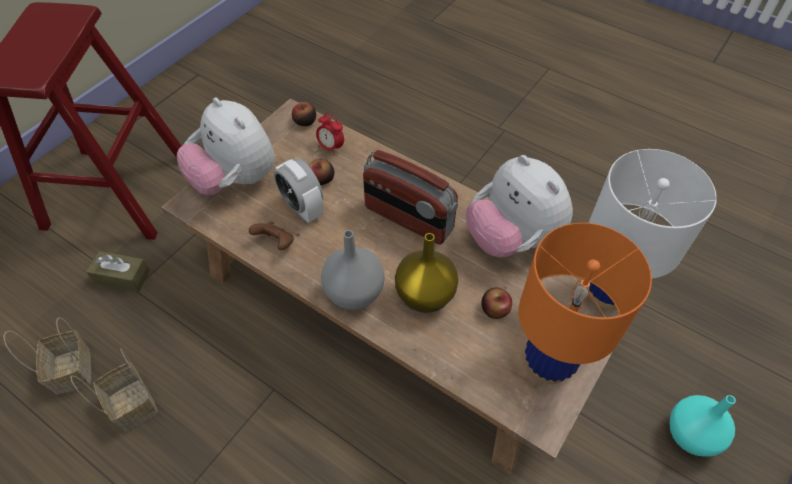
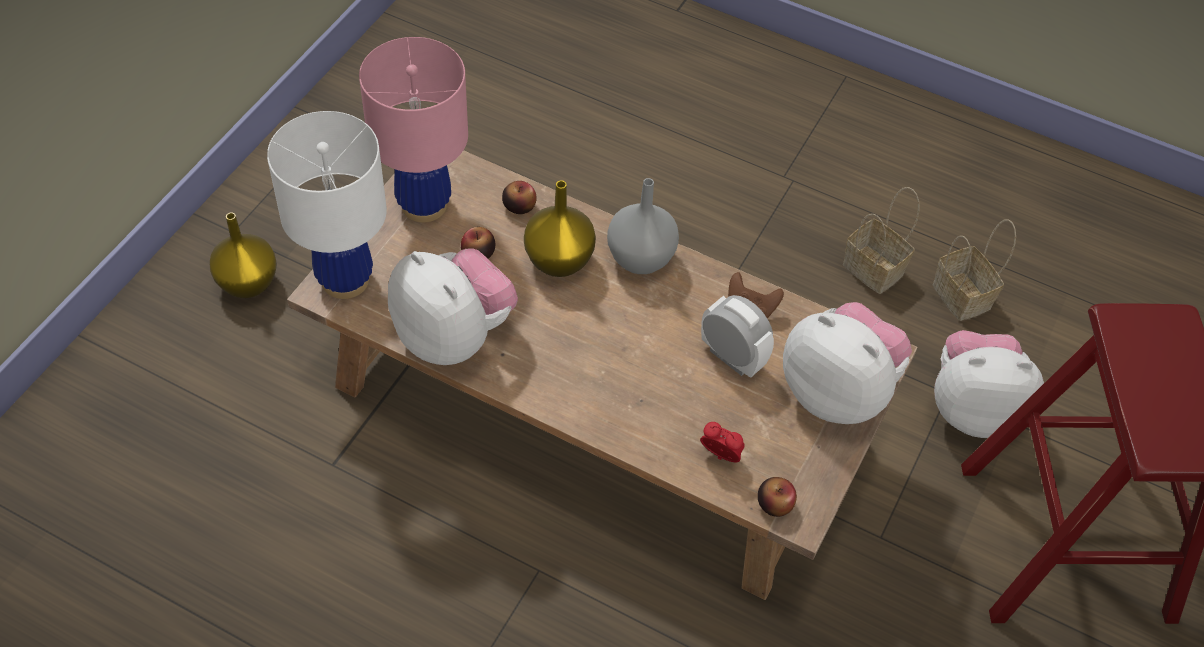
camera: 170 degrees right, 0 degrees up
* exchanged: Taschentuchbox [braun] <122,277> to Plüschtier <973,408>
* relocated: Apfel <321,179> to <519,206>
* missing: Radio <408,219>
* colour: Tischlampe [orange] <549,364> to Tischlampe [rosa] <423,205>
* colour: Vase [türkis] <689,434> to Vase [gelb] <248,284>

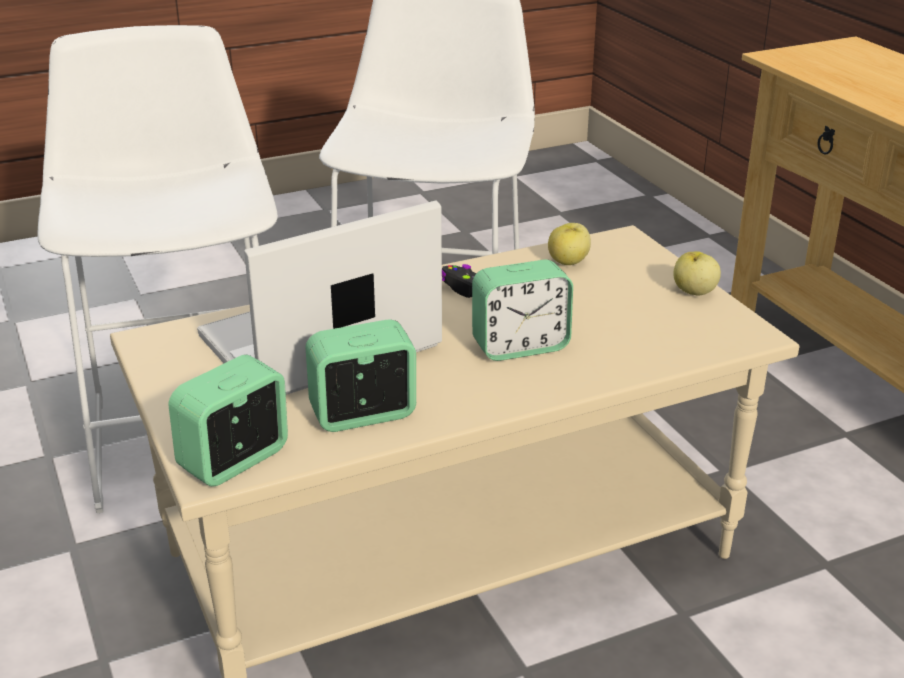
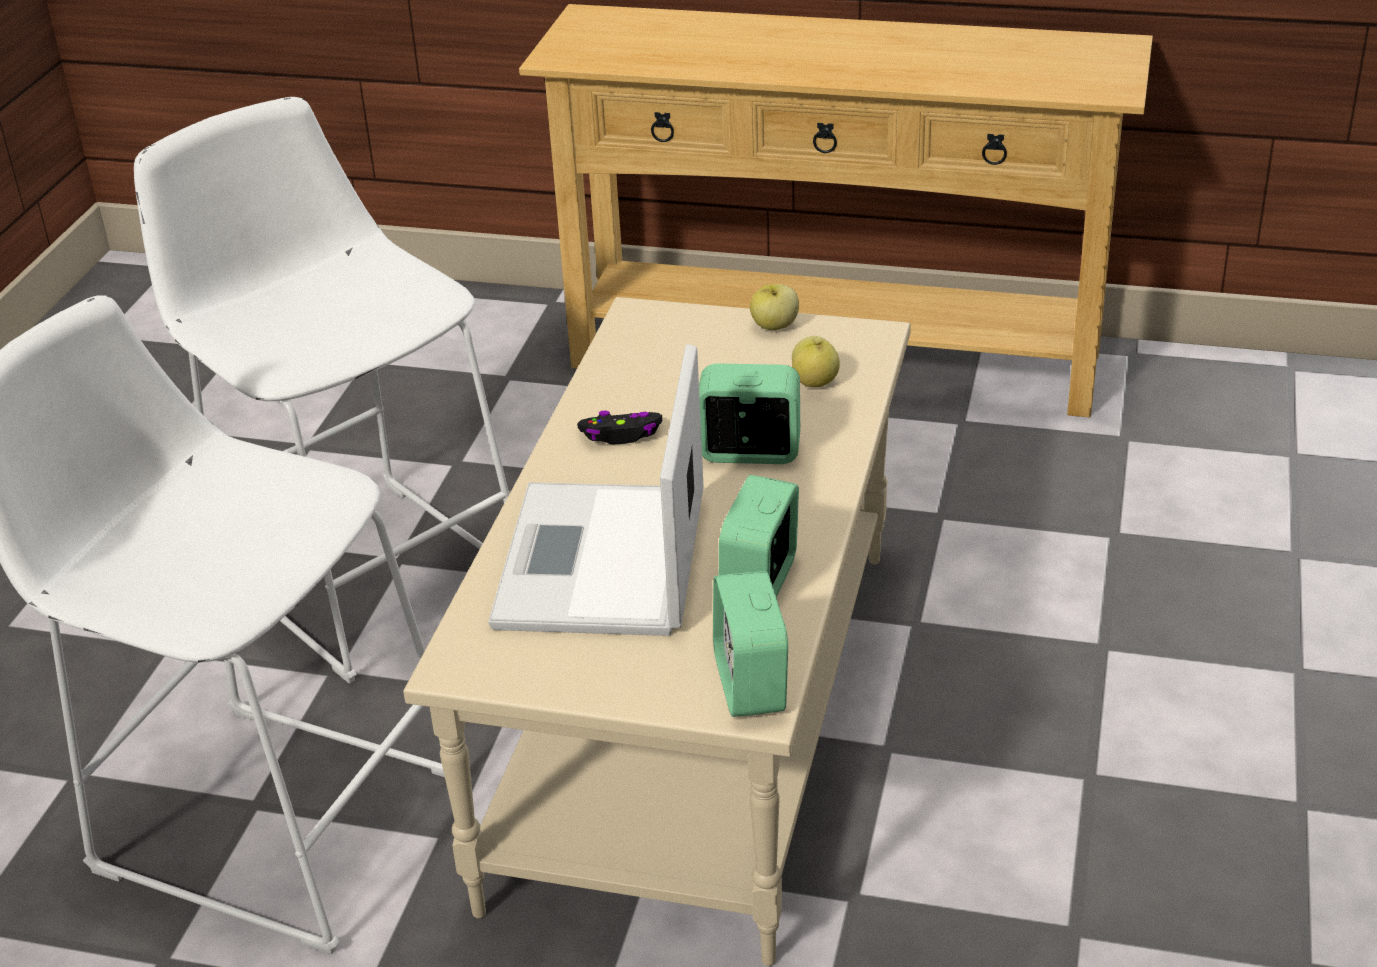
camera: 50 degrees left, 5 degrees up
* spun: Wecker <520,346> = <750,452> 105 degrees counterclockwise
* relocated: Apfel <569,262> to <815,382>

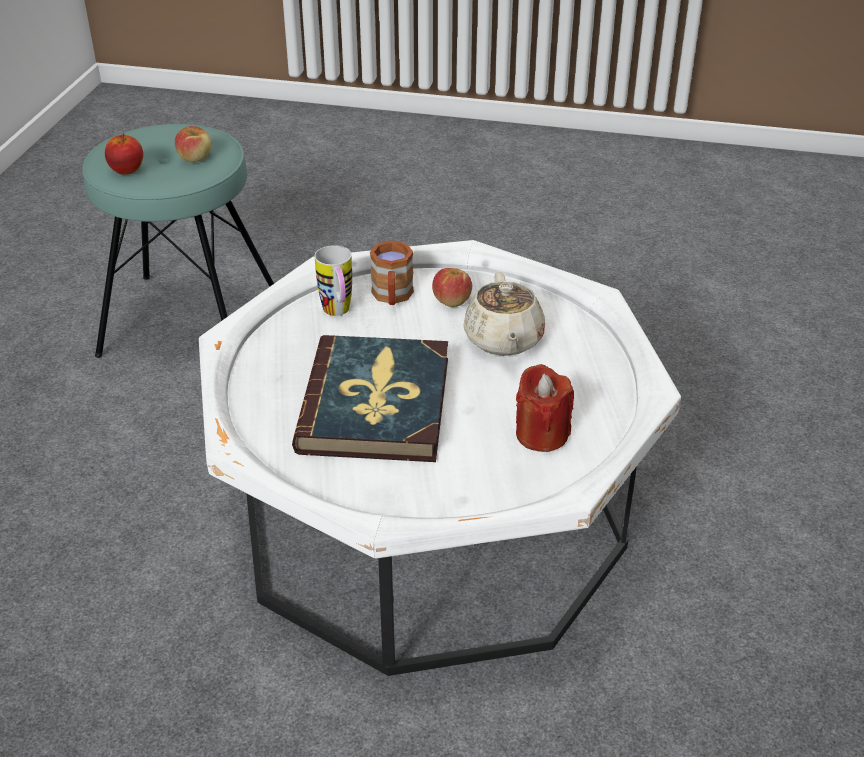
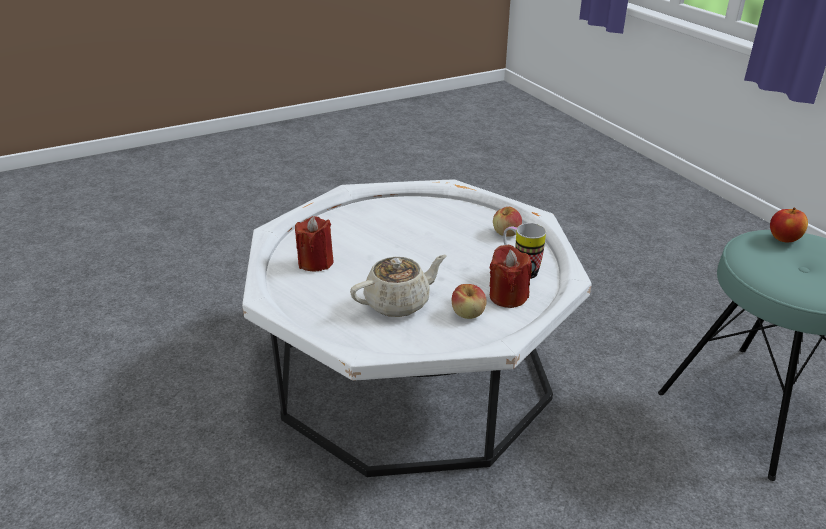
camera: 140 degrees right, 5 degrees down
* relocated: Apfel <195,158> to <506,233>
* missing: Buch <376,404>
* exchanged: Henkelbecher [braun] <392,297> to Kerze [rot] <508,296>
* spun: Teekanne [beige] <503,340> = <398,303> 105 degrees clockwise

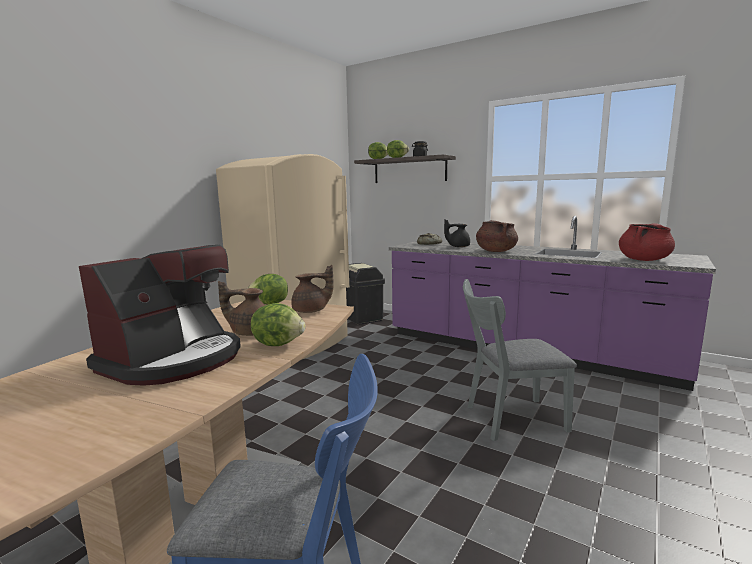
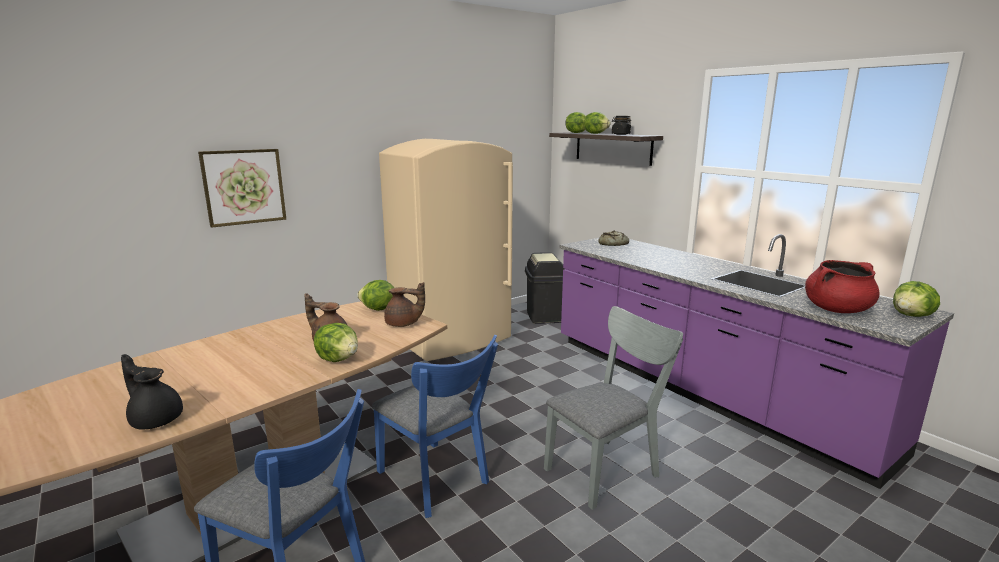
camera: 20 degrees right, 5 degrees up
* missing: Kaffeemaschine <174,360>
* relocated: Teekanne [schwarz] <458,246> to <156,419>
* spun: Stuhl [grau] <508,419> = <607,469> 135 degrees clockwise
* missing: Kochtopf [braun] <496,251>
* appeared: Bild <244,187>
* appeared: Stuhl [blau] <437,481>
* appeared: Salatkopf <912,316>

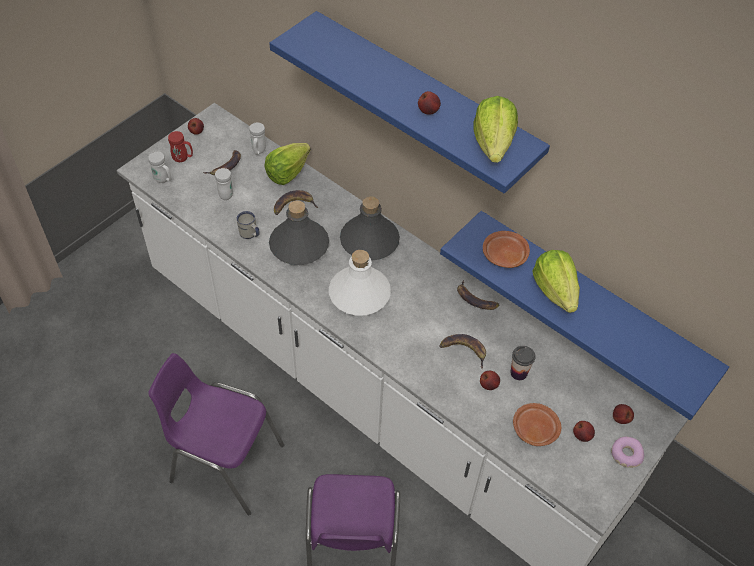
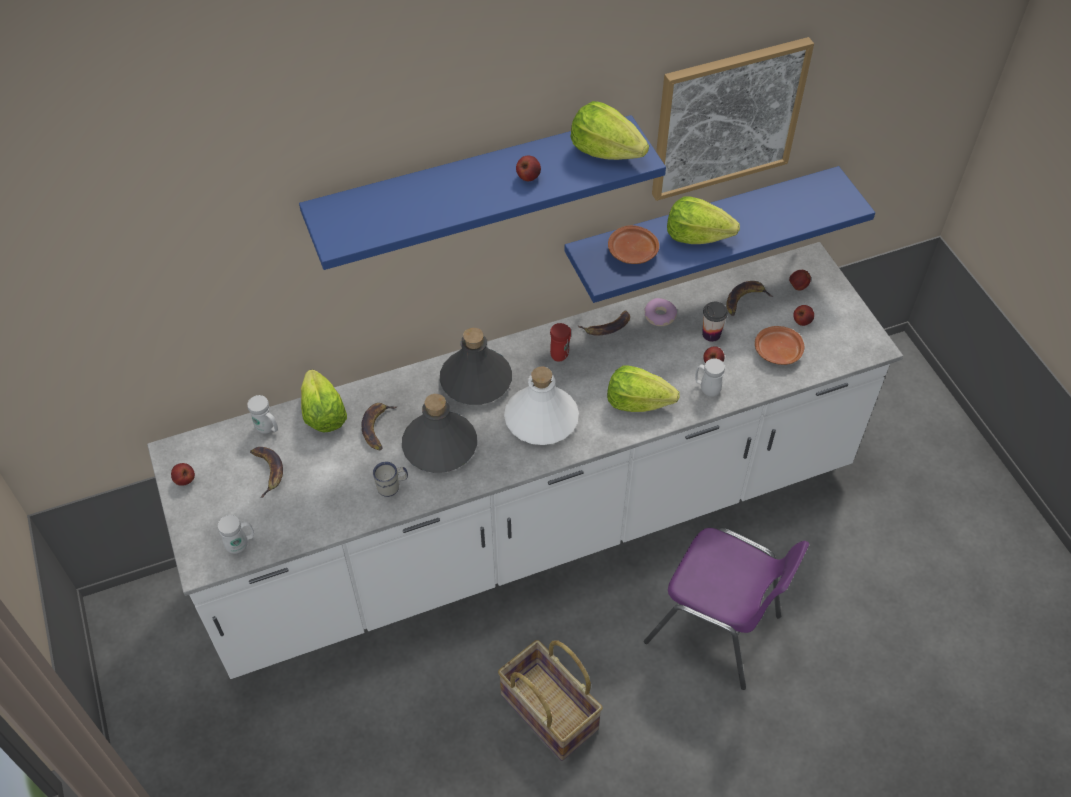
camera: 60 degrees left, 0 degrees up
* exchanged: Stuhl [lila] <224,462> to Korb <547,712>
* relocated: Henkelbecher [rot] <183,158> to <561,353>
* relocated: Henkelbecher [weiß] <226,193> to <706,389>
* relocated: Banane <464,350> to <745,300>
* relocated: Donut <625,454> to <659,316>
* appeared: Salatkopf <637,402>
* appeared: Bild <727,118>

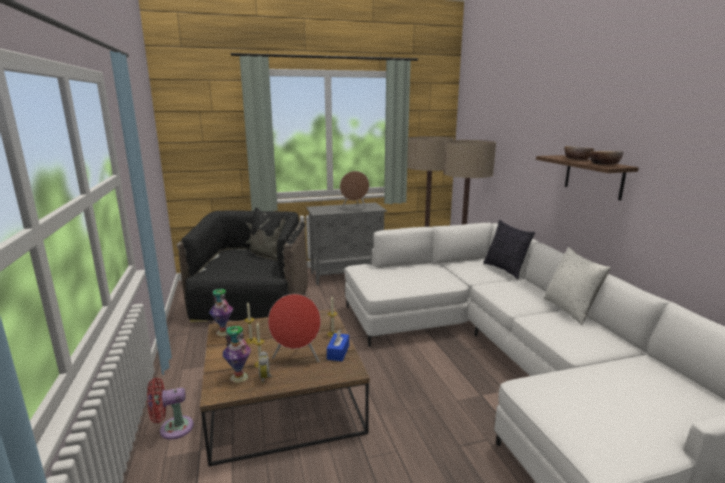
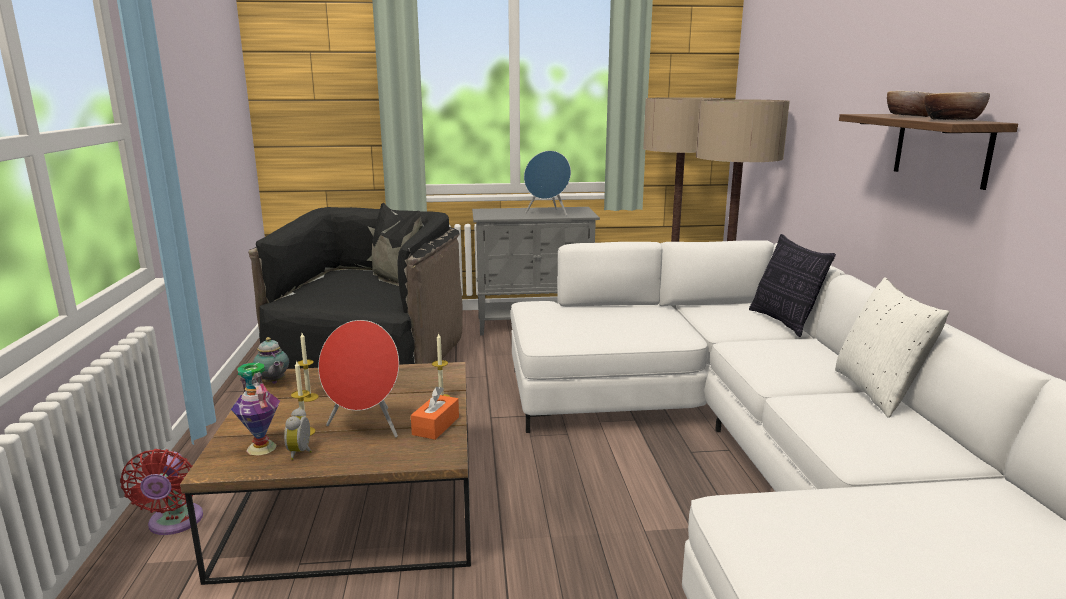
camera: 10 degrees right, 0 degrees up
* spun: Ventilator [rot] <172,429> = <174,523> 90 degrees counterclockwise
* exchanged: Vase <223,332> to Teekanne <273,382>
* colour: Taschentuchbox [blau] <338,352> to Taschentuchbox [orange] <436,426>
* colour: Lautsprecher [braun] <355,208> to Lautsprecher [blau] <548,213>

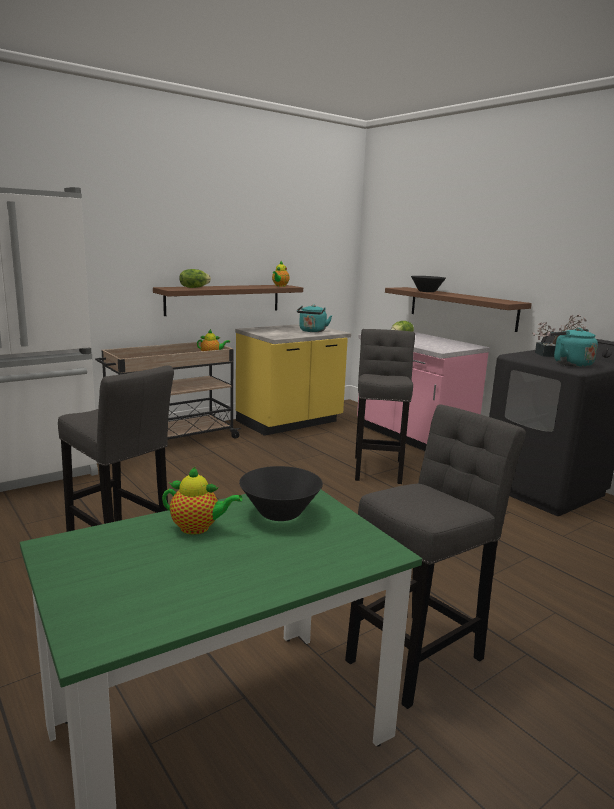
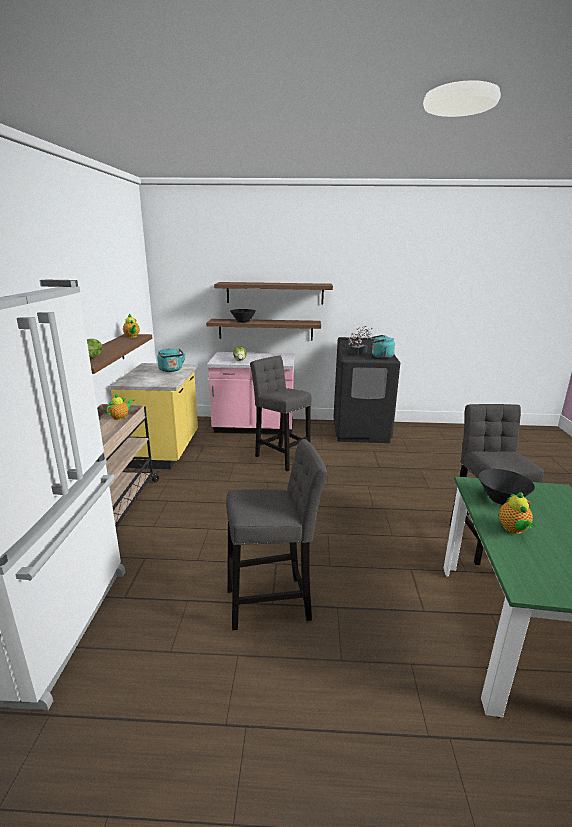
camera: 50 degrees left, 5 degrees up
* spun: Teekanne <198,528> = <513,529> 135 degrees clockwise
* appeared: Wandregal [braun] <275,293>

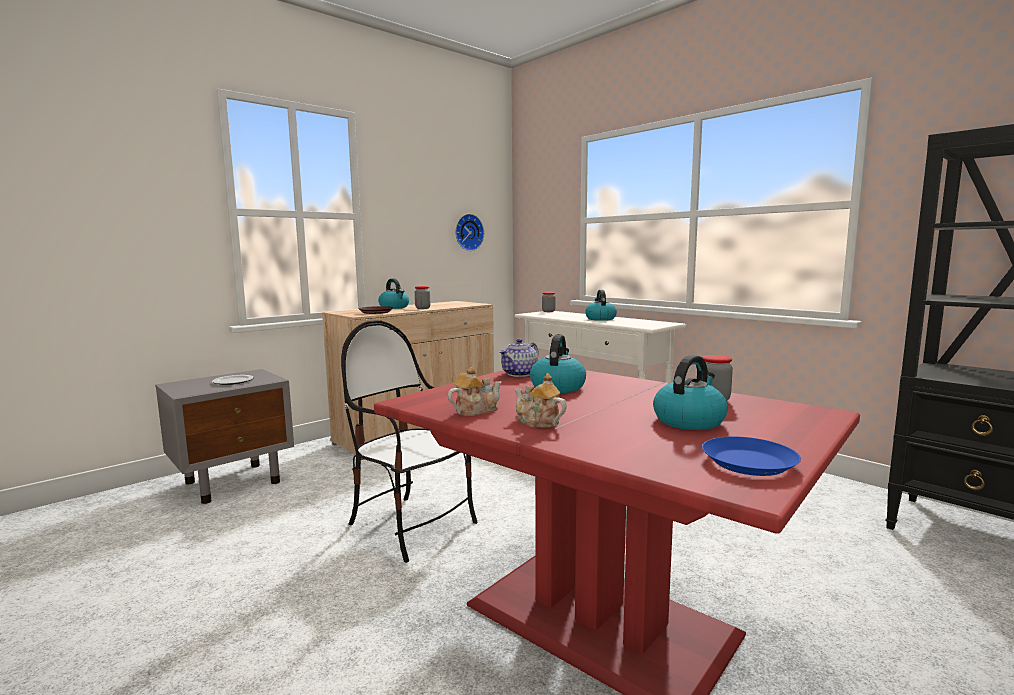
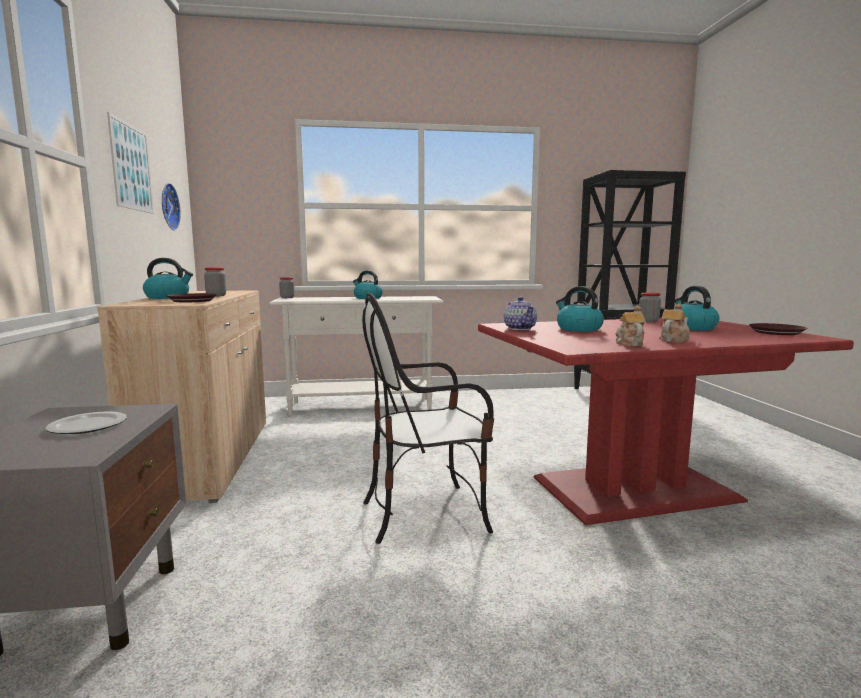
camera: 55 degrees left, 0 degrees up
* spun: Teekanne <538,422> = <673,340> 150 degrees clockwise
* colour: Teller [blau] <748,462> to Teller [braun] <776,332>
* appeared: Bild <131,167>

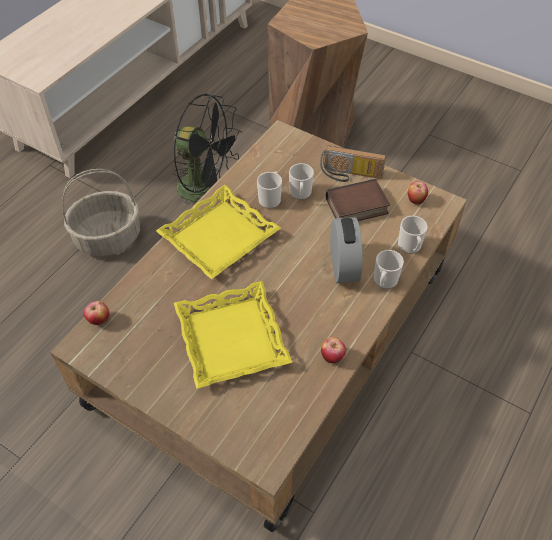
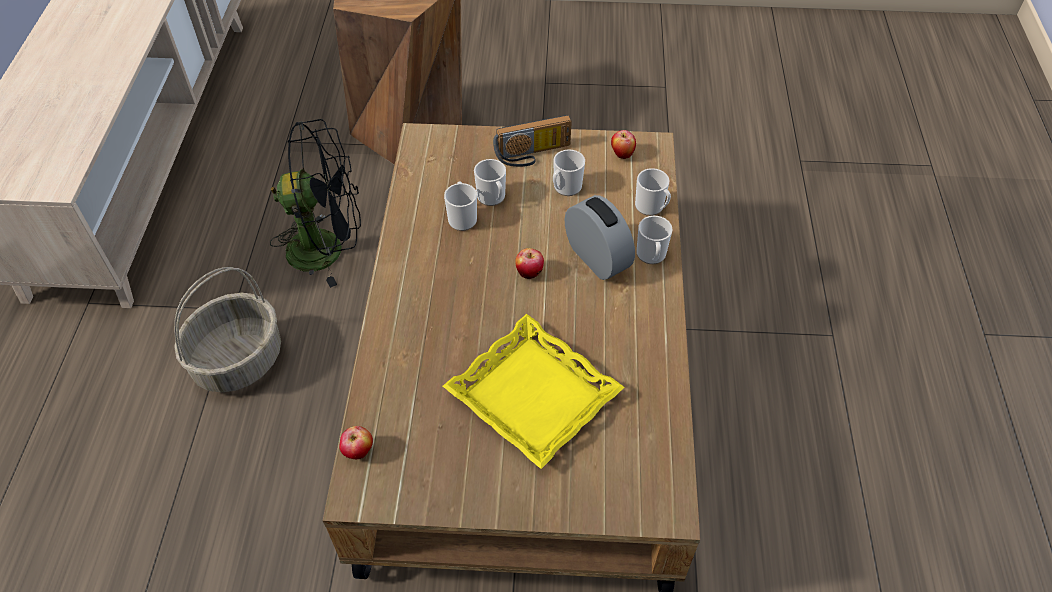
camera: 30 degrees left, 0 degrees up
* missing: Tablett [gelb] <219,238>
* relocated: Apfel <332,357> to <529,273>
* exchanged: Buch <356,207> to Henkelbecher <565,188>

